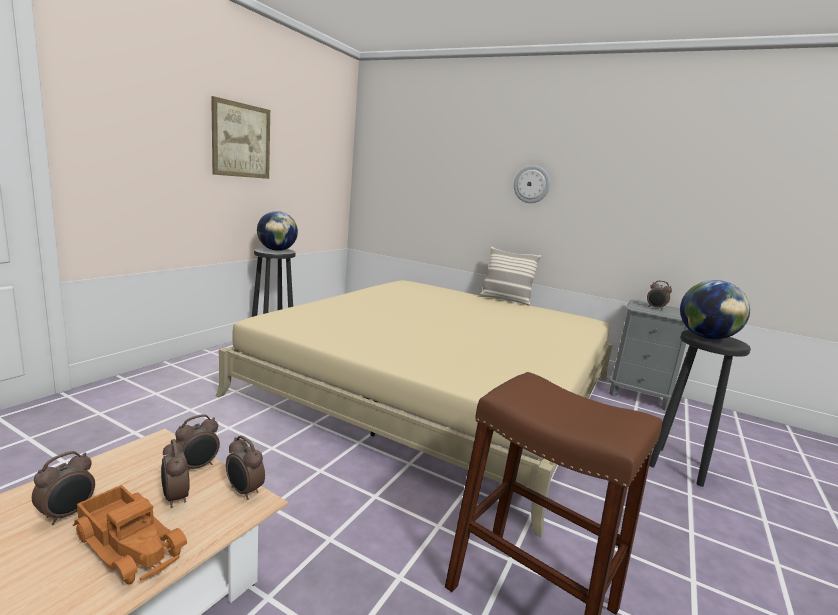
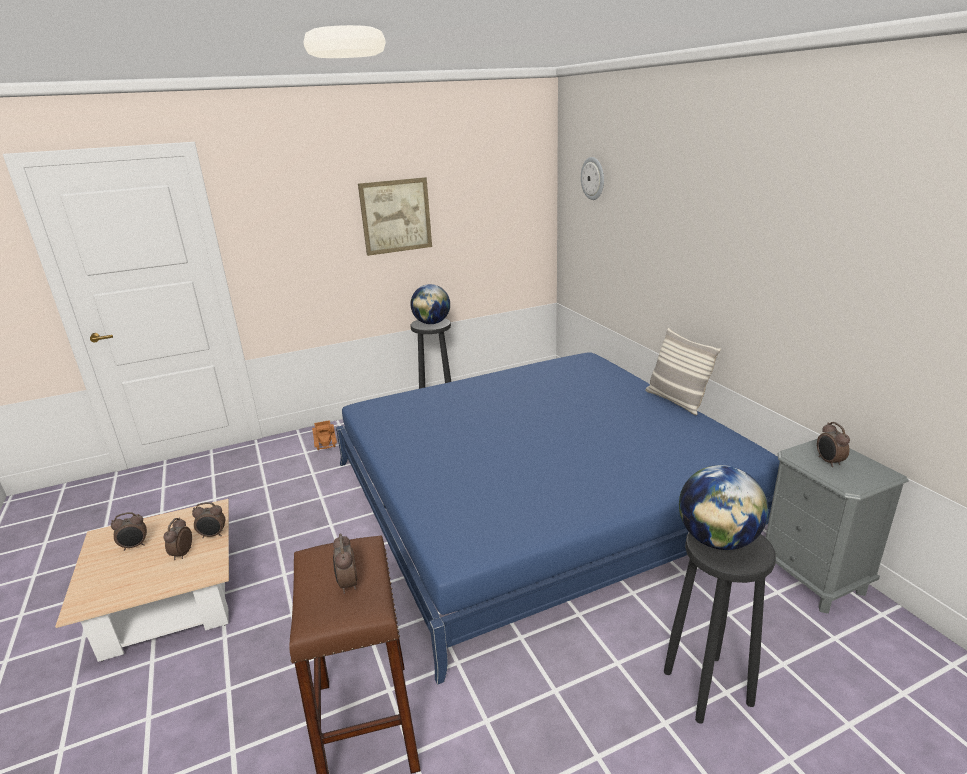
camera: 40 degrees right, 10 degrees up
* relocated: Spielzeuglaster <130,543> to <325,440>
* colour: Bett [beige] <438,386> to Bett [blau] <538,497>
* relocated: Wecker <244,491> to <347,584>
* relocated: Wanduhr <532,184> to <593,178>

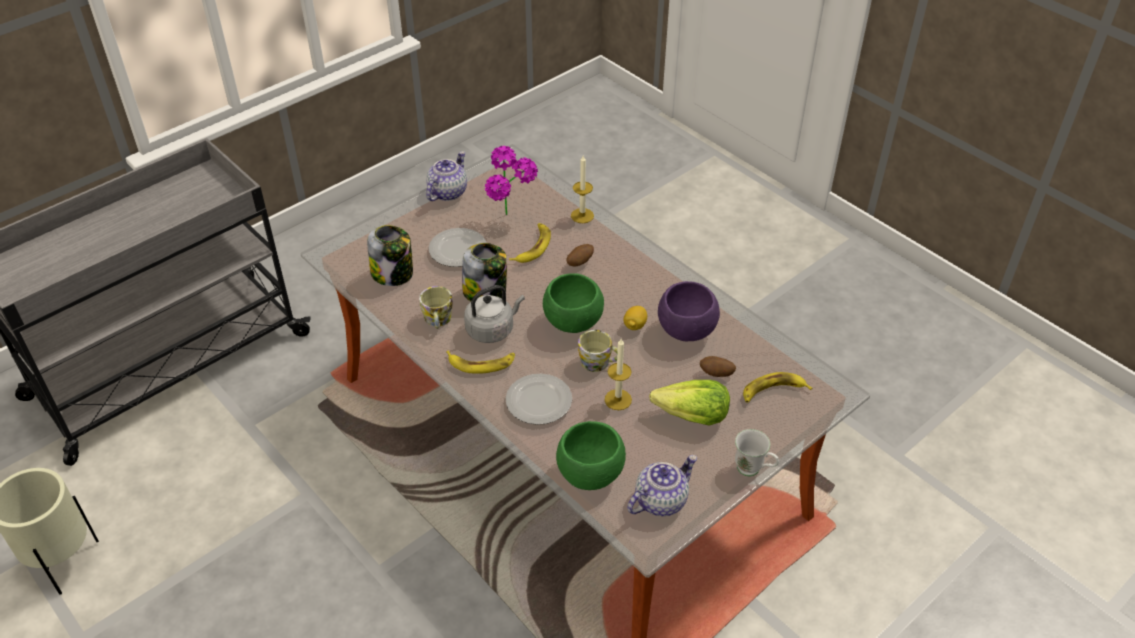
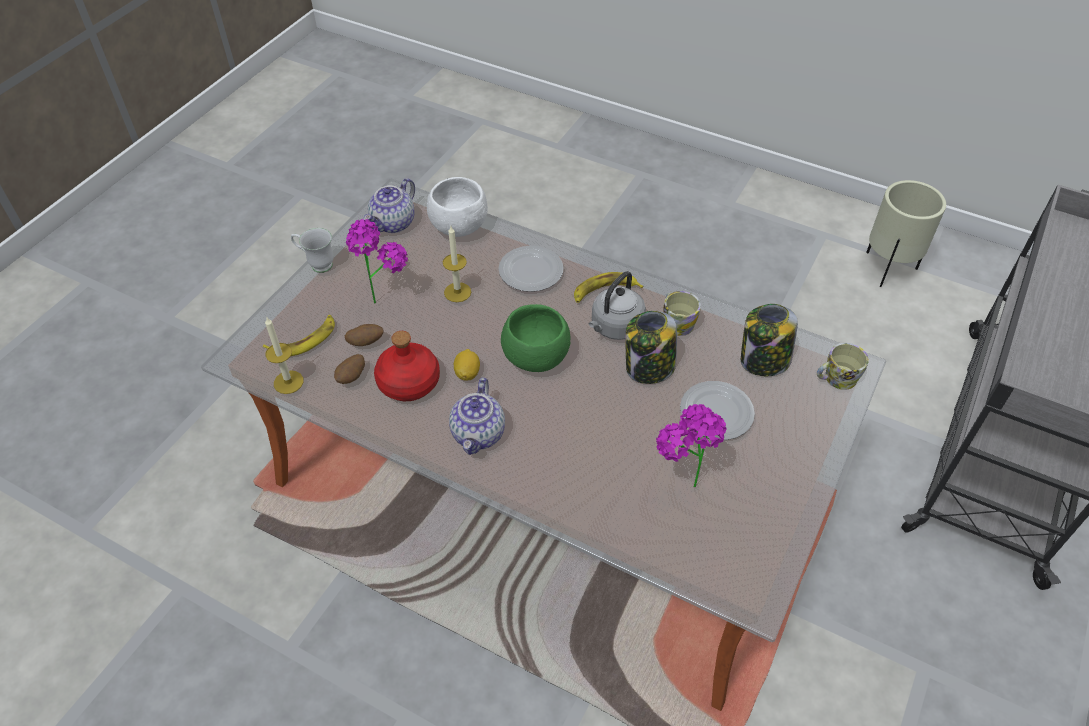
camera: 160 degrees right, 5 degrees up
* relocated: Teekanne <447,192> to <479,434>
* missing: Banane <533,247>
* colour: Schüssel [grün] <590,474> to Schüssel [weiß] <459,227>
* relocated: Kartoffel <579,262> to <352,377>
* relocated: Kerze <582,215> to <288,382>
* relocated: Henkelbecher <599,362> to <836,378>
* exchanged: Salatkopf <692,416> to Topfpflanze <382,295>
* exchanged: Schüssel [lila] <685,330> to Flasche [rot] <409,382>

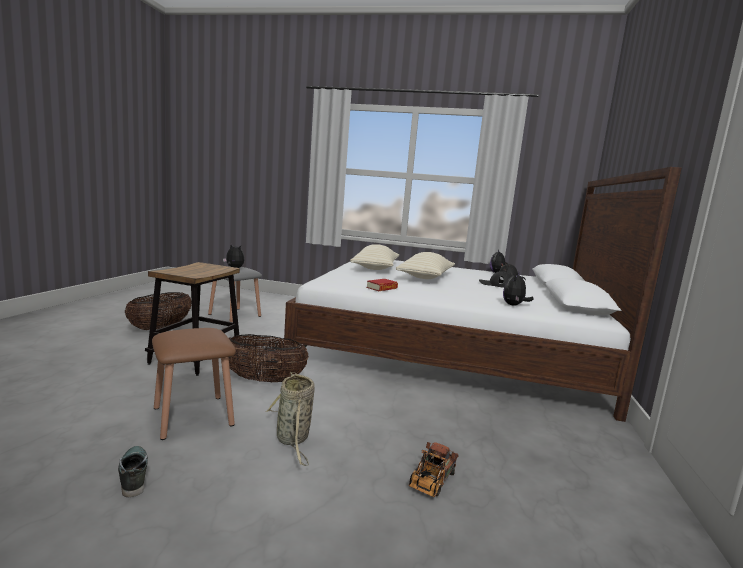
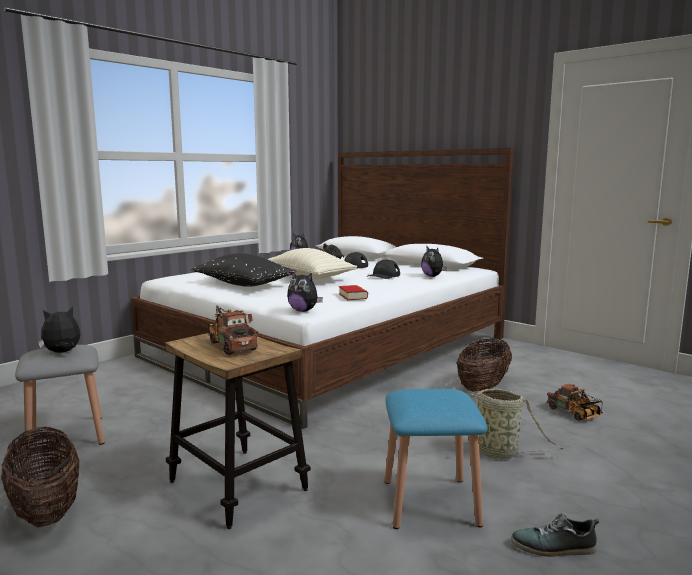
camera: 60 degrees left, 0 degrees up
* colour: Hocker [braun] <193,416> to Hocker [blau] <430,502>
* relocated: Korb <264,380> to <483,388>
* colour: Kissen [beige] <375,268> to Kissen [schwarz] <243,285>
* appeared: Spielzeuglaster <230,344>
* appeared: Plüschtier <303,311>
* appeared: Kappe [schwarz] <383,276>

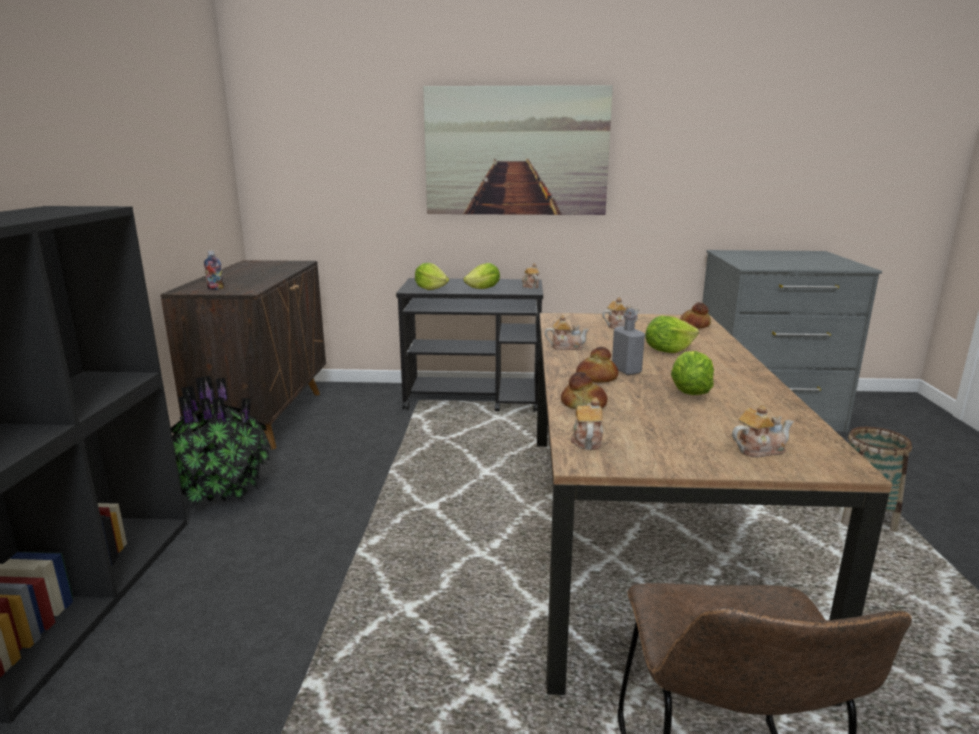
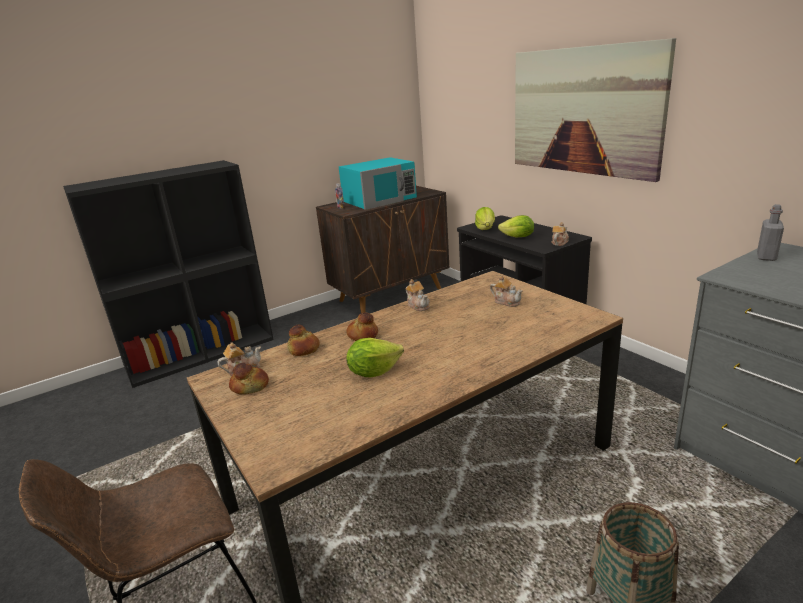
camera: 55 degrees right, 5 degrees up
* missing: Topfpflanze <221,491>
* relocated: Flasche [grau] <626,370> to <766,257>
* missing: Salatkopf <668,351>
* relocated: Brot <694,325> to <250,386>
* missing: Teekanne <759,449>
* appeared: Mikrowelle [türkis] <380,199>

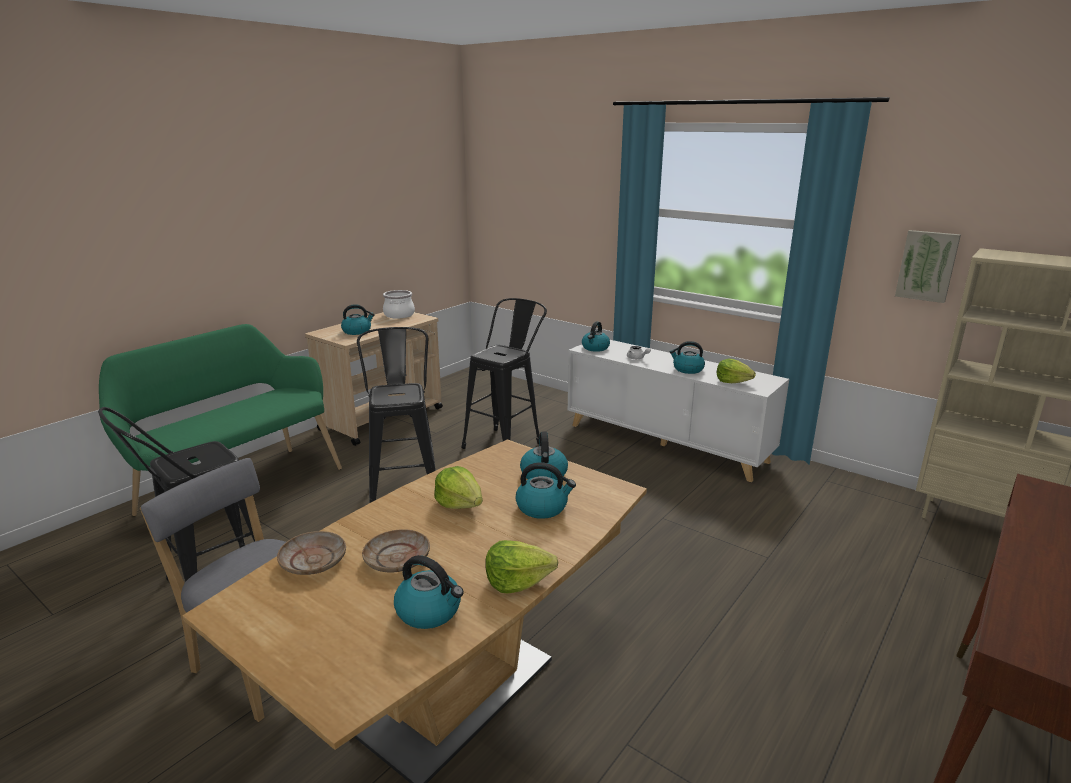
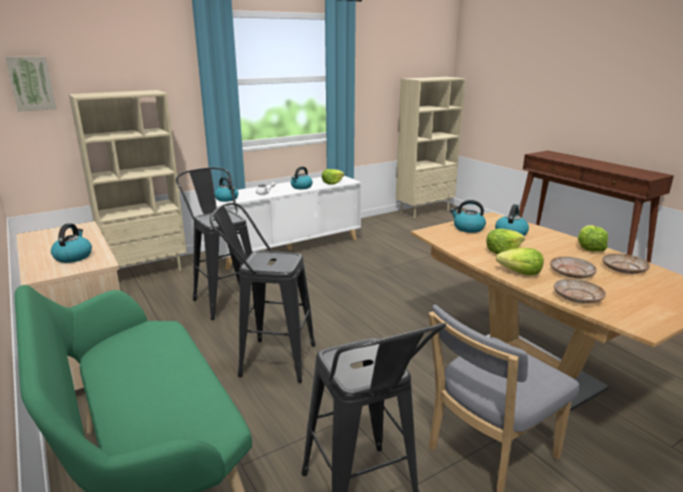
camera: 70 degrees left, 0 degrees up
* missing: Kochtopf <399,315>
* exchanged: Wasserkessel <430,611> to Teller [beige] <623,269>
* relocated: Bild <927,265> to <31,83>
* appeared: Bücherregal [beige] <147,271>
* appeared: Salatkopf <520,272>

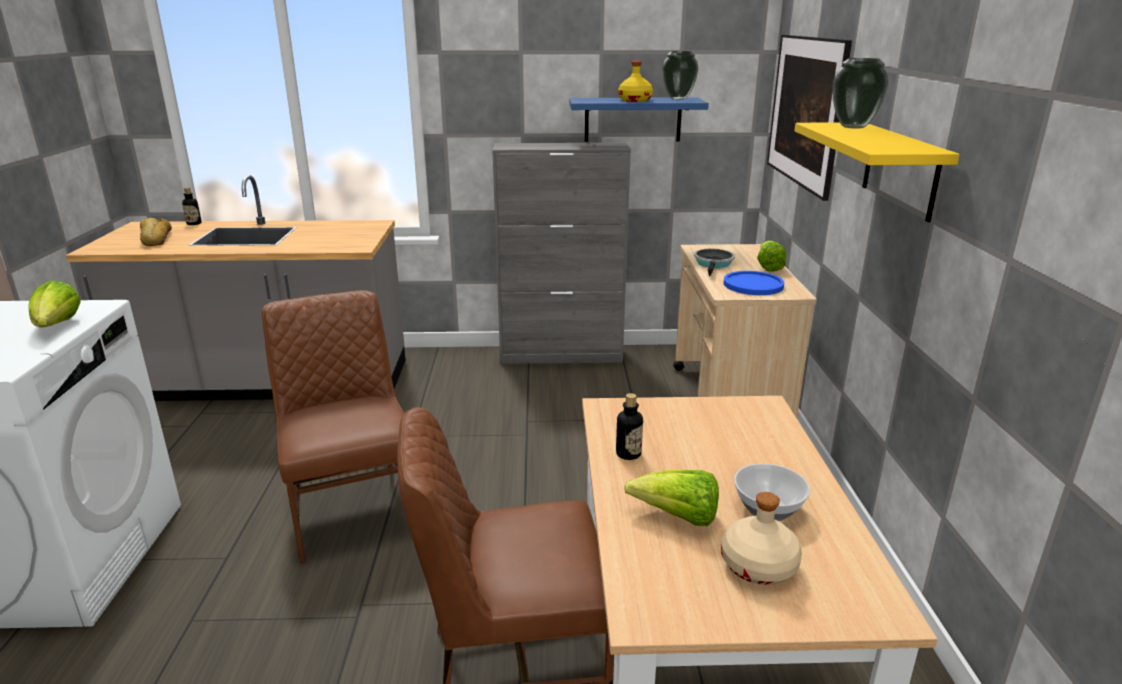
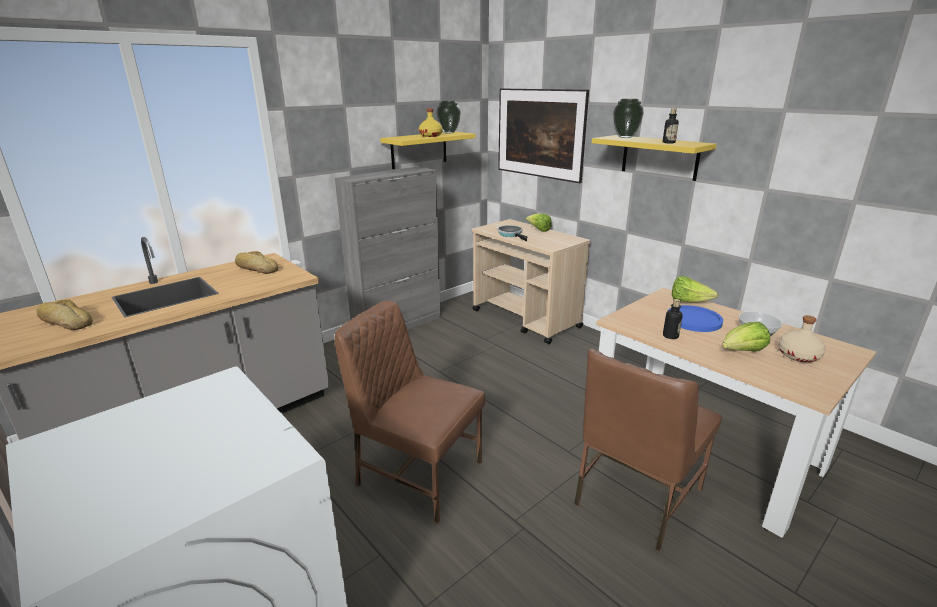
camera: 40 degrees left, 0 degrees up
* relocated: Salatkopf <57,326> to <688,302>
* relocated: Flasche <194,223> to <668,142>
* colour: Wandregal [blau] <633,119> to Wandregal [gelb] <419,150>
* relocated: Teller [blau] <753,285> to <693,320>
* appeared: Brot <256,269>

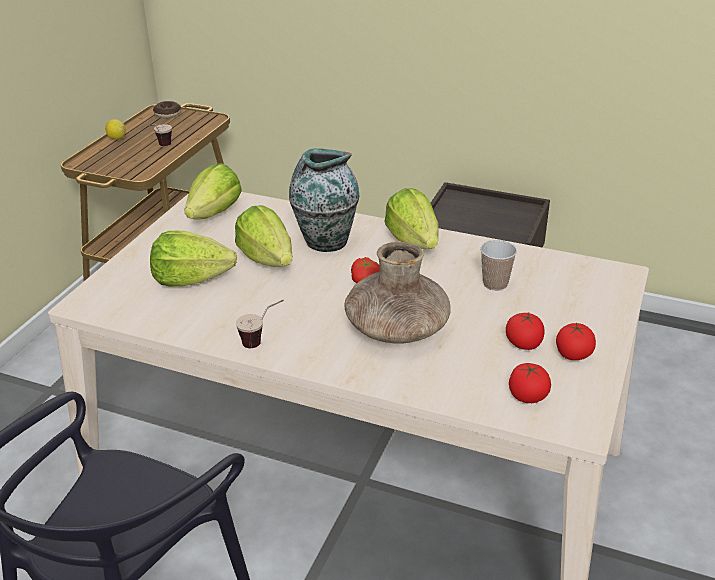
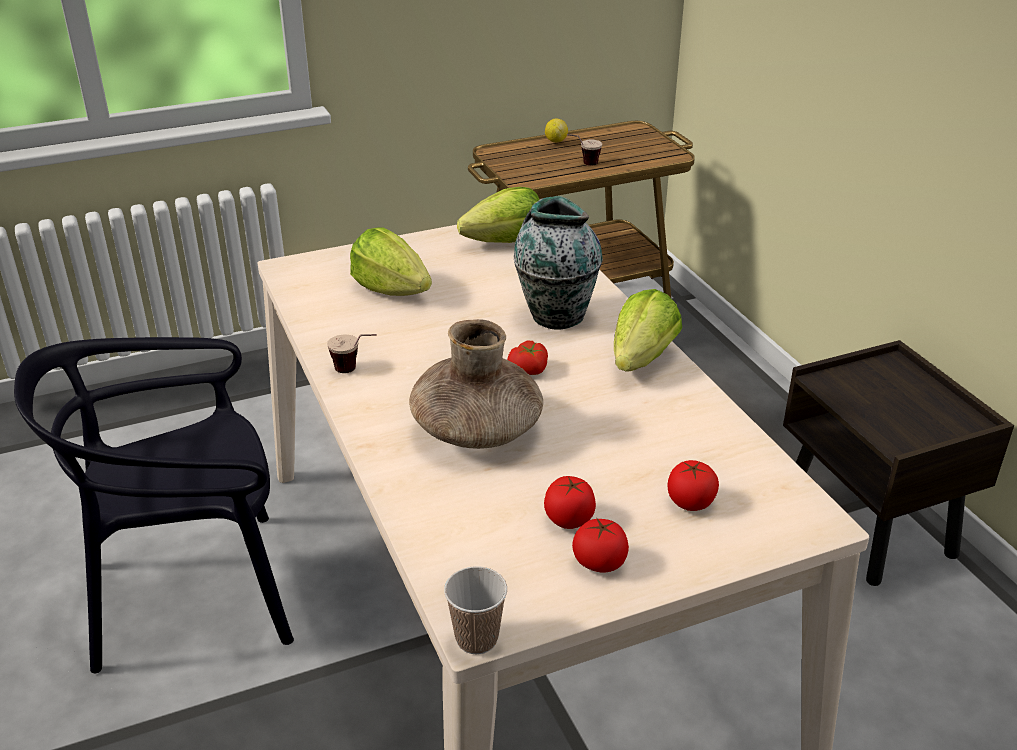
camera: 45 degrees right, 0 degrees up
* missing: Donut <167,114>
* missing: Salatkopf <267,259>
* relocated: Tasse <495,284> to <476,639>
* relocated: Tomate <527,396> to <690,502>

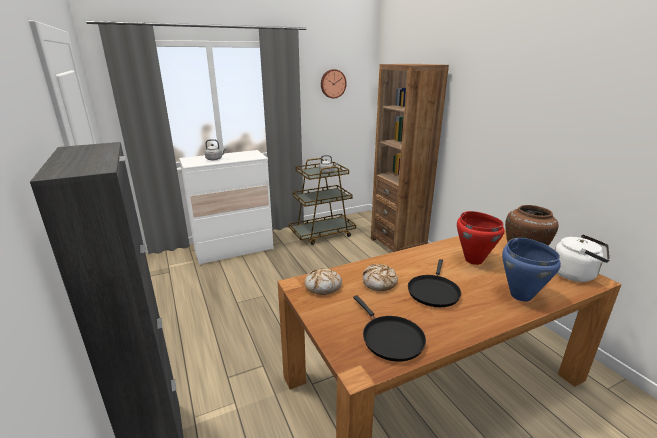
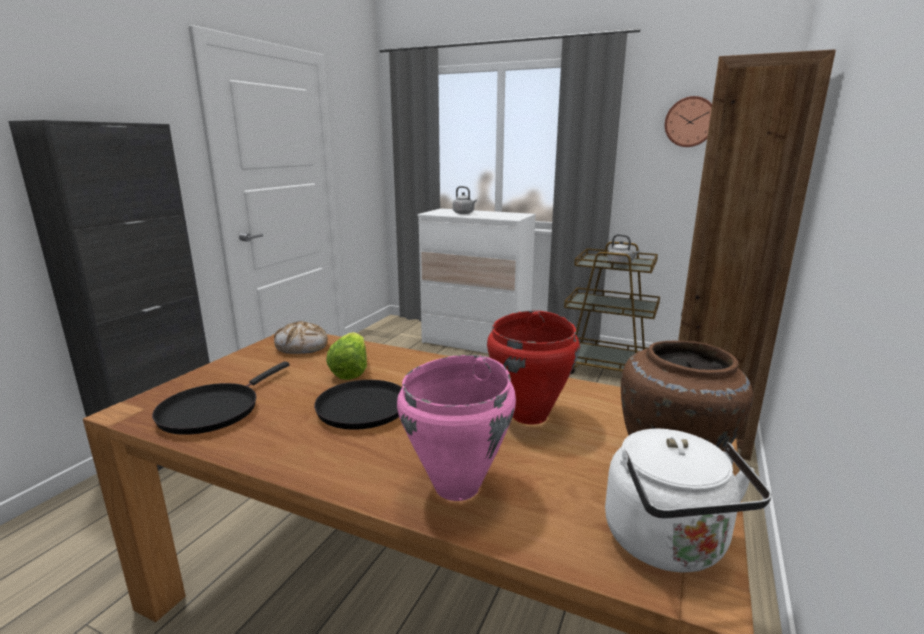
camera: 50 degrees right, 5 degrees down
* exchanged: Brot <379,282> to Salatkopf <350,370>
* colour: Kochtopf [blau] <521,295> to Kochtopf [rosa] <458,486>

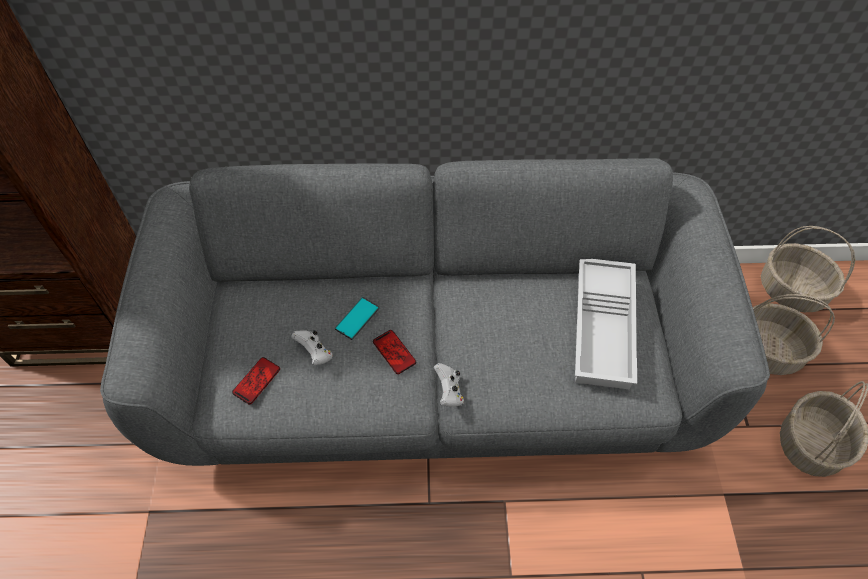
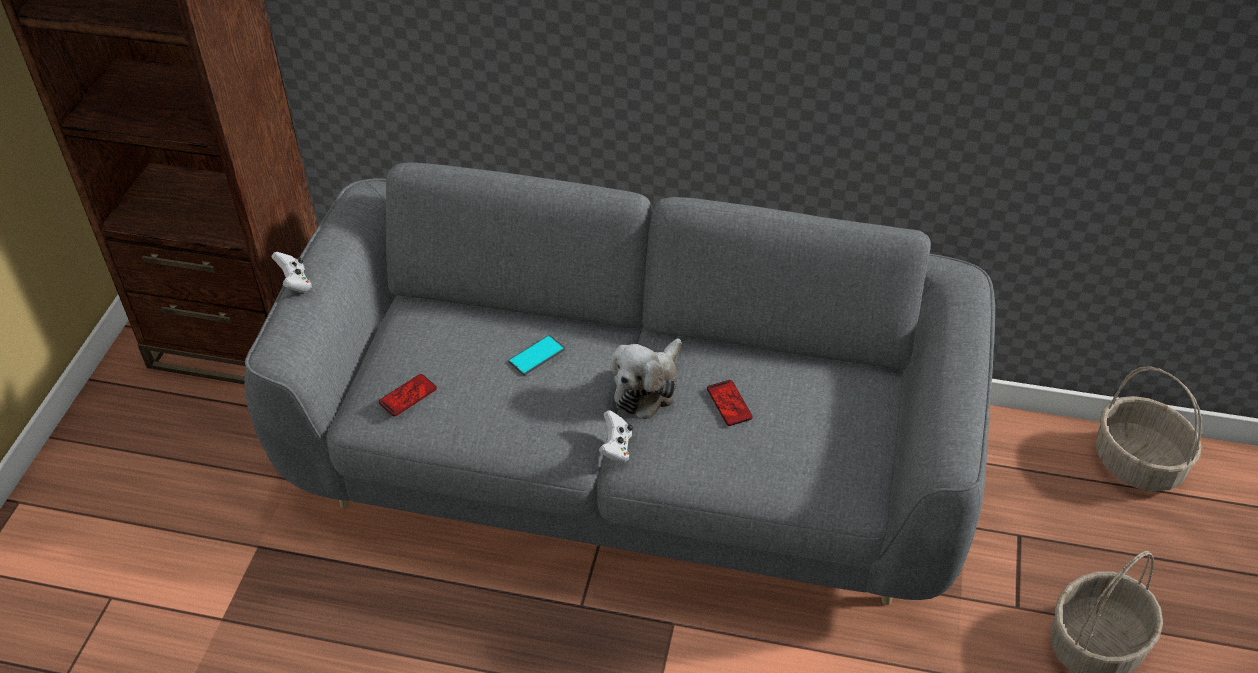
camera: 15 degrees right, 10 degrees down
* relocated: Gamepad [weiß] <315,353> to <295,283>
* relocated: Handy <394,352> to <729,403>
* missing: Tablett [weiß] <605,328>
* missing: Korb <767,351>
* appeared: Plüschtier <647,387>

